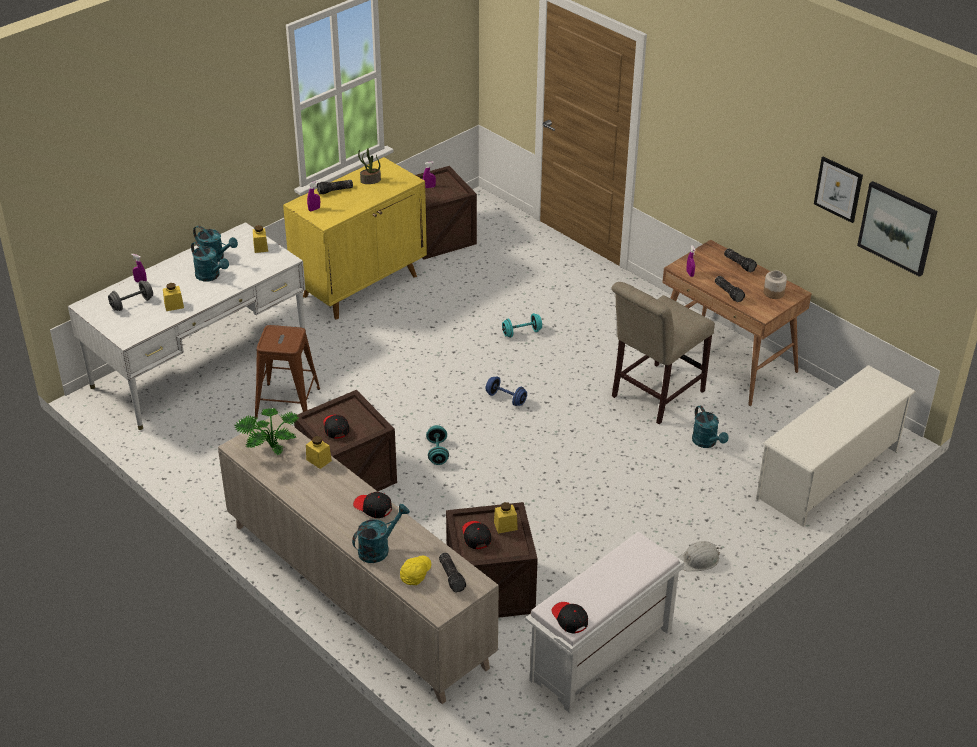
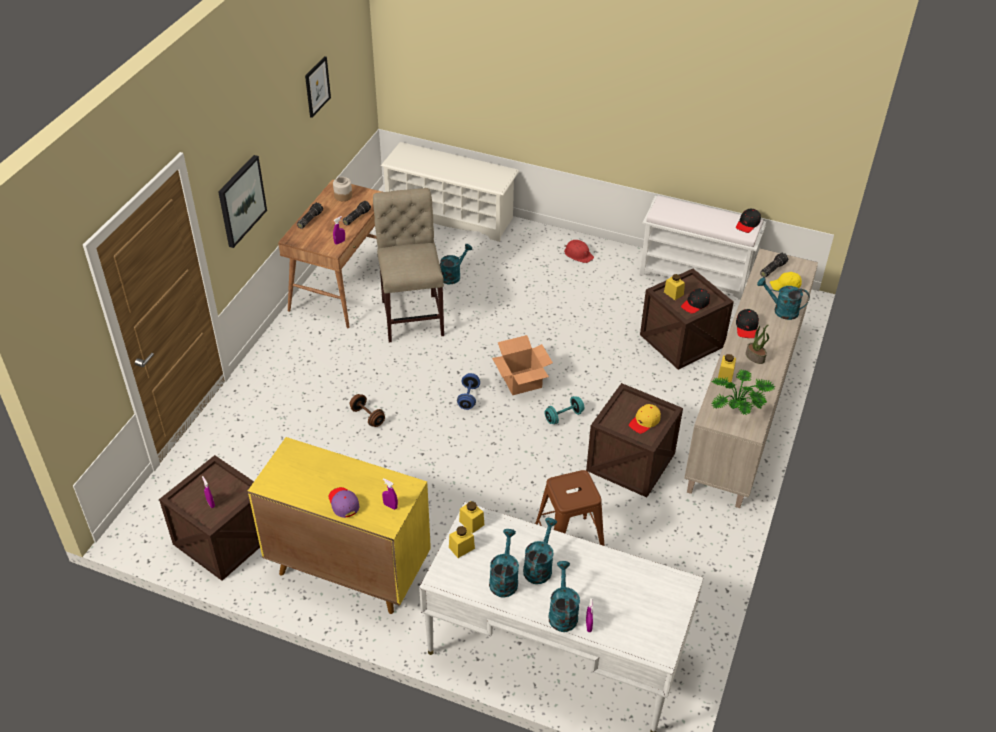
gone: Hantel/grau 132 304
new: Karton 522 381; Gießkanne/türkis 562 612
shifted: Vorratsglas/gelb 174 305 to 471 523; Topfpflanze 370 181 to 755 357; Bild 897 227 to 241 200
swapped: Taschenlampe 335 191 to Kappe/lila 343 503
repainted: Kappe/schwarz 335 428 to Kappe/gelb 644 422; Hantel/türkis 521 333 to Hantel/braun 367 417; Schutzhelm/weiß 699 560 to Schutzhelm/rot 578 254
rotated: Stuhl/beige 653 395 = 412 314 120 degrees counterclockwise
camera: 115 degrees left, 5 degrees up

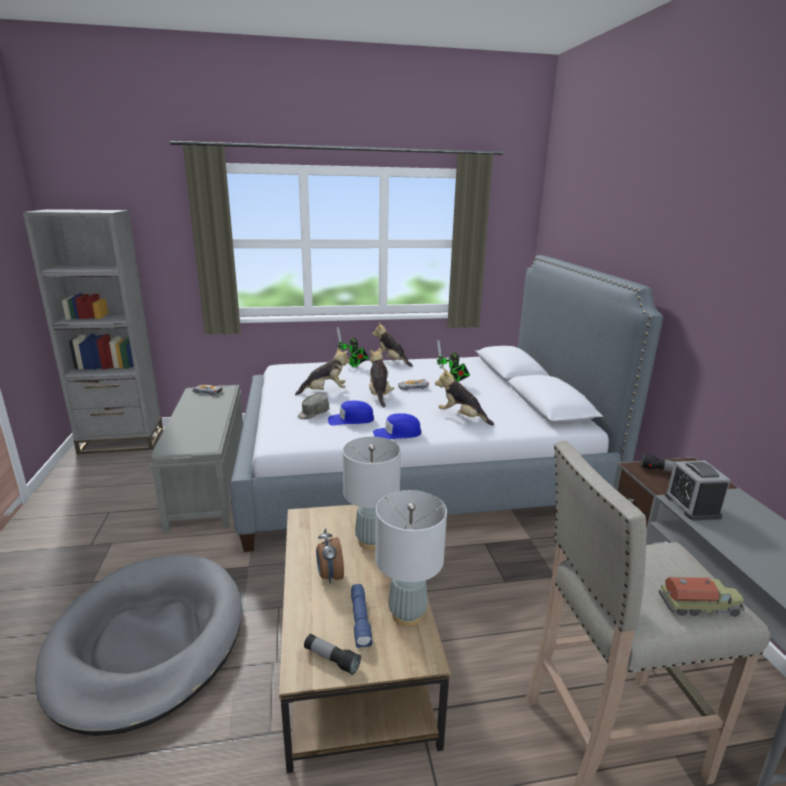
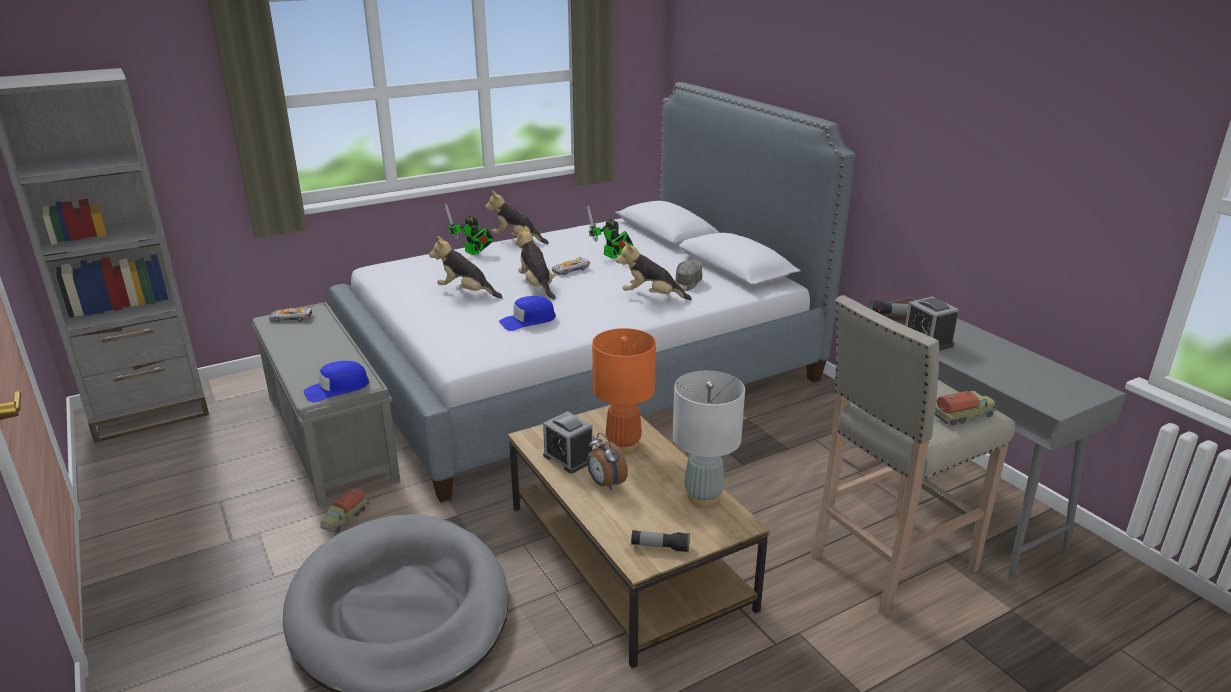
gone: Taschenlampe/blau 361 621
new: Spielzeuglaster 345 518; Wecker 568 458
shifted: Kappe/grau 313 413 to 687 283; Kappe/blau 397 434 to 337 388
repainted: Tischlampe/grau 371 541 to Tischlampe/orange 623 444
rotated: Plüschtier 325 392 = 466 292 120 degrees counterclockwise
camera: 20 degrees left, 5 degrees up

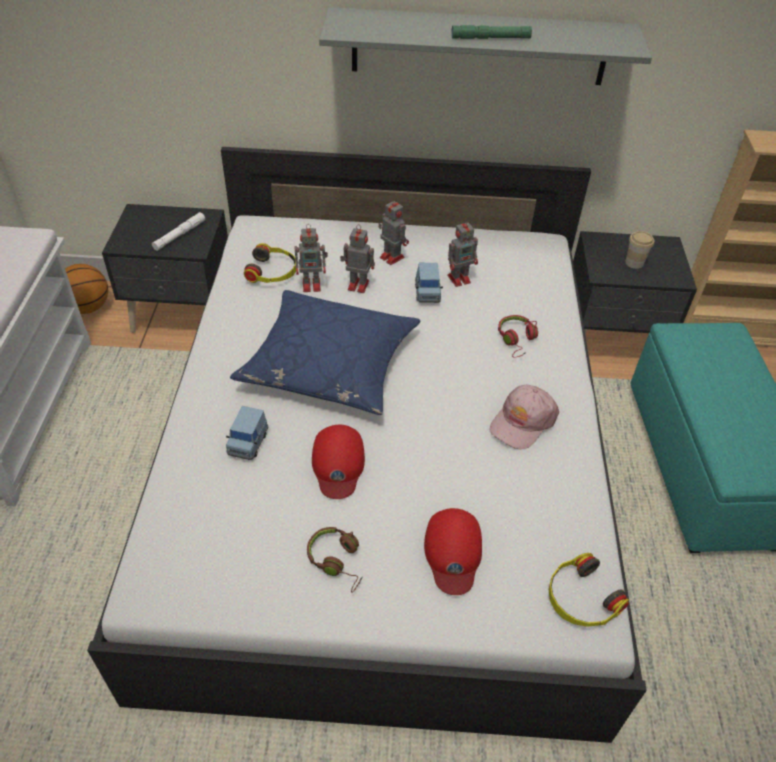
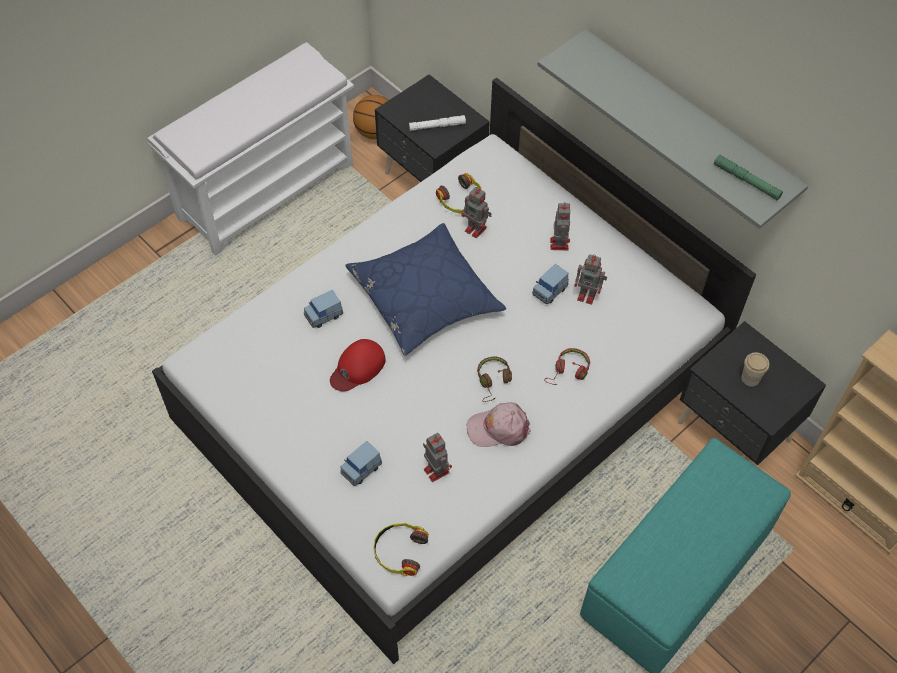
shifted: Kopfhörer/braun 338 561 to 493 381; Spielzeugroboter 357 285 to 435 470; Taschenlampe/grün 490 38 to 746 181
swapped: Kappe/rot 453 552 to Spielzeugauto/blau 361 469
camera: 45 degrees right, 10 degrees up

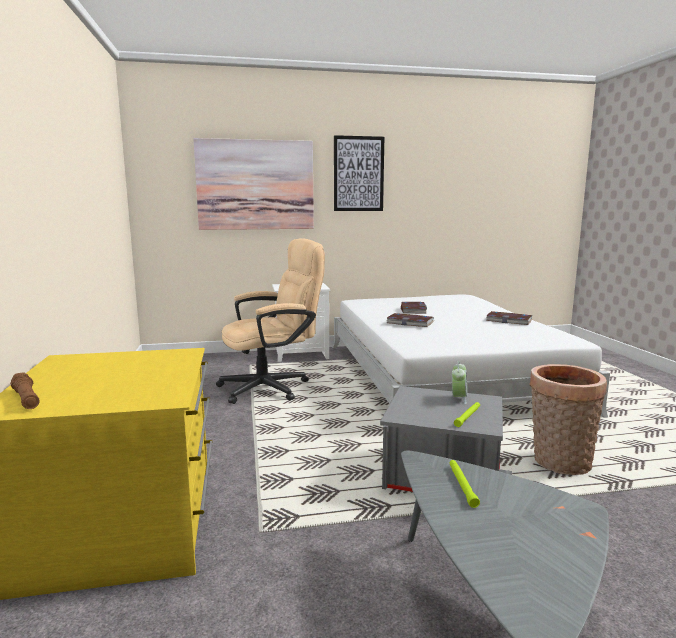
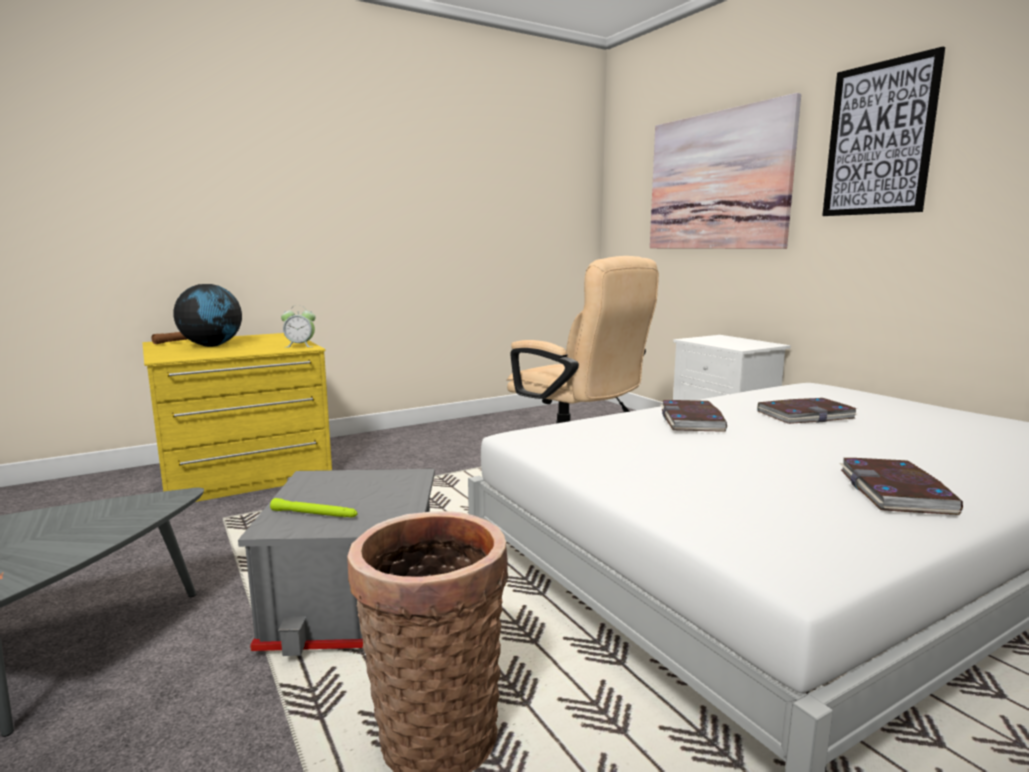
gone: Taschenlampe/grün 462 485
new: Globus 212 345
shifted: Wecker 458 398 to 300 346
camera: 70 degrees right, 0 degrees up

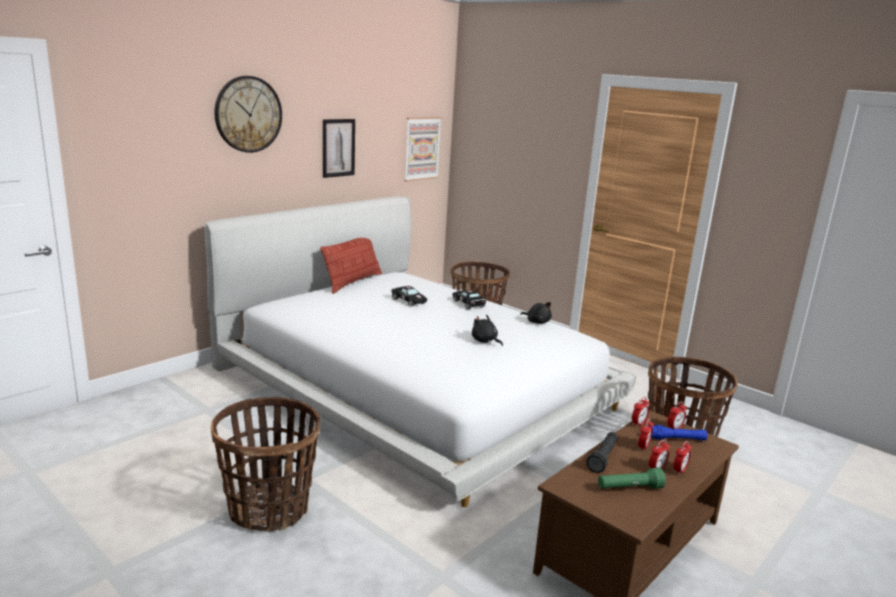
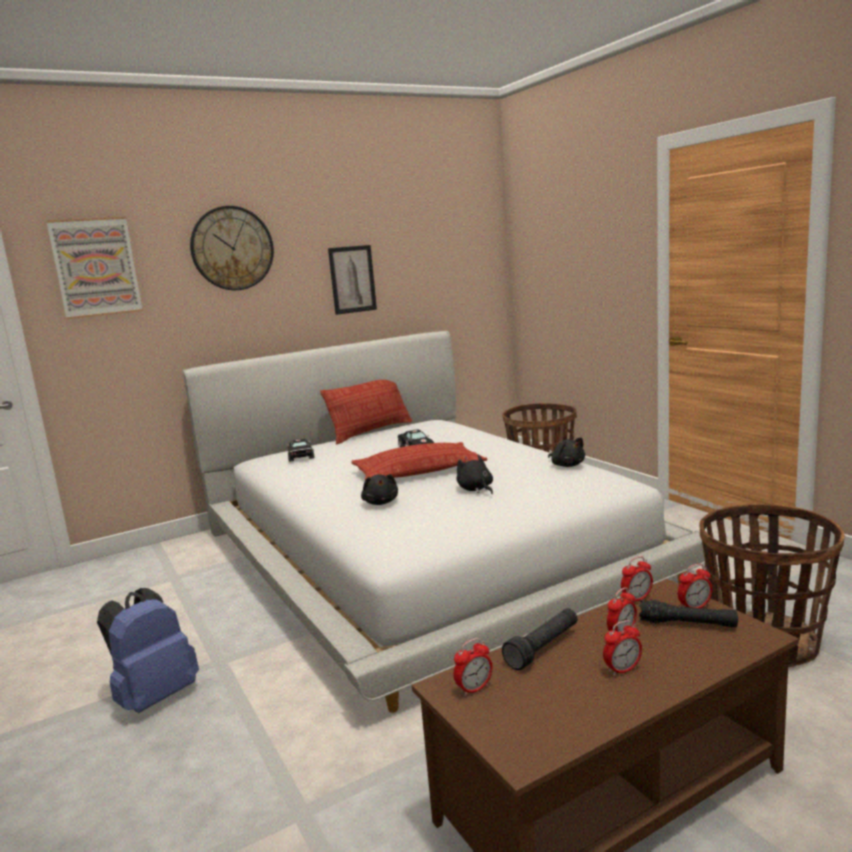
gone: Taschenlampe/grün 629 488
new: Kissen 418 471; Plüschtier/schwarz 381 502
shifted: Bild 422 148 to 96 267; Spielzeugauto/schwarz 469 304 to 300 456; Wecker 680 470 to 474 689
swapped: Korb 269 509 to Rucksack/blau 155 696
repainted: Taschenlampe/blau 676 439 to Taschenlampe/schwarz 687 624
camera: 20 degrees right, 5 degrees down

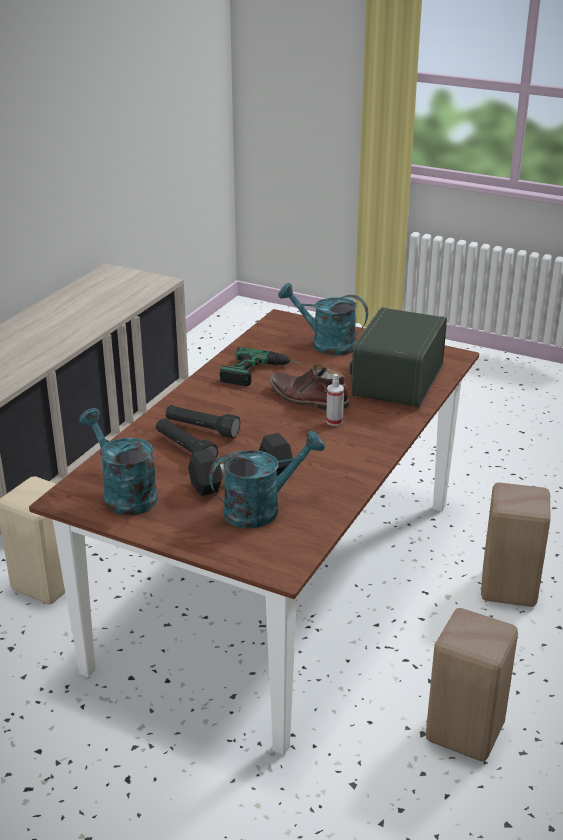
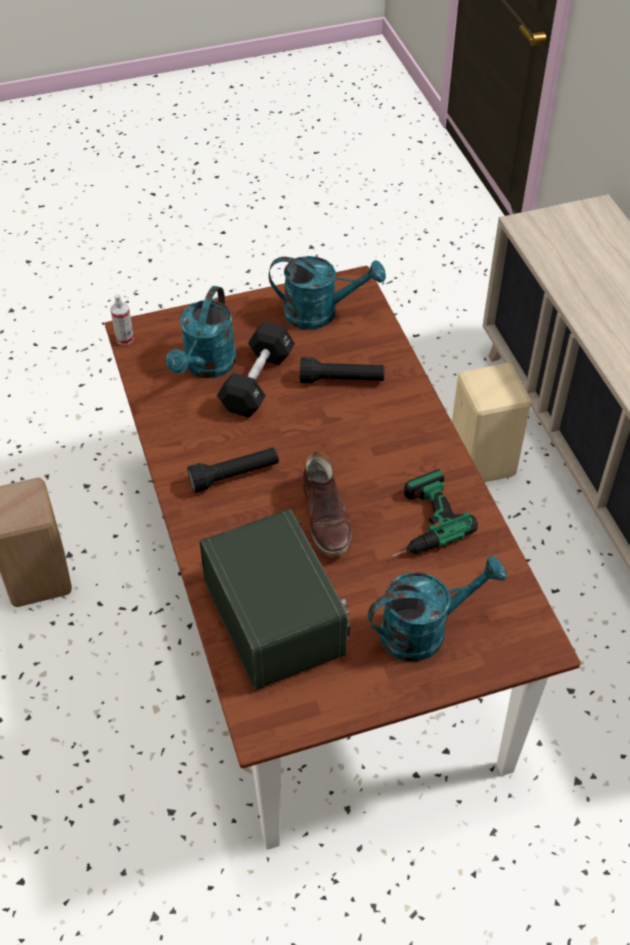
gone: Hocker/beige 510 589
shifted: Taschenlampe/schwarz 202 429 to 234 476; Sprühflasche 334 421 to 124 339
rotated: Stiefel/braun 307 399 = 327 517 90 degrees clockwise
camera: 135 degrees right, 20 degrees up

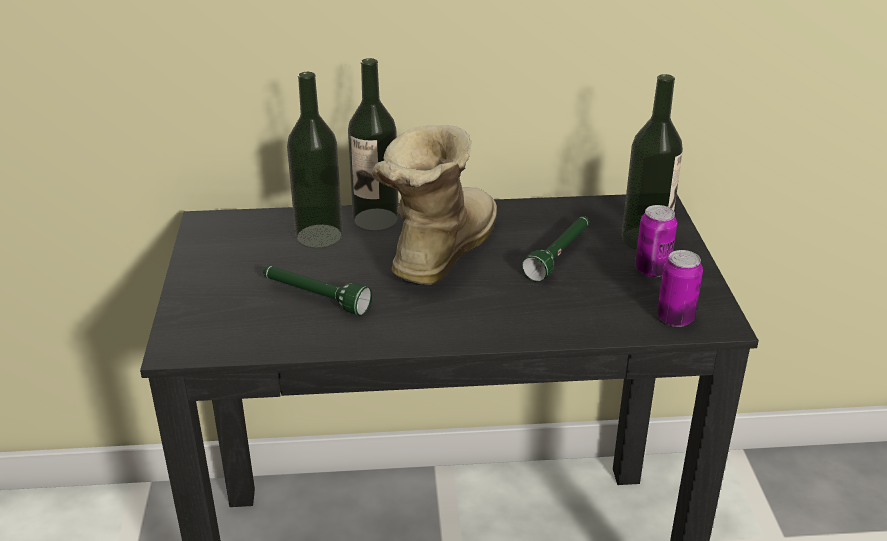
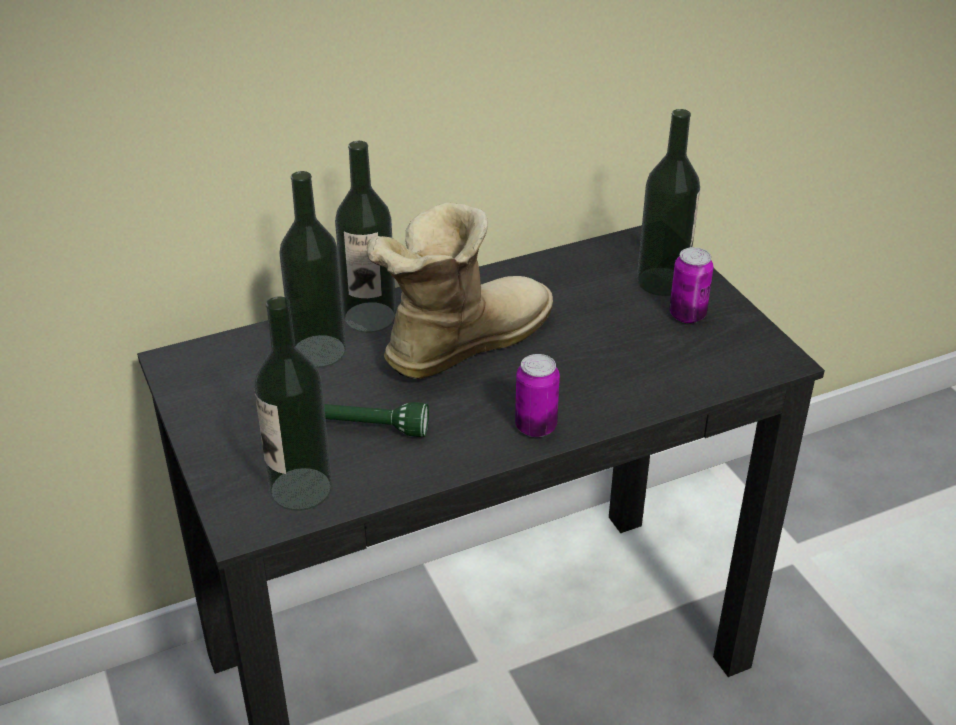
gone: Taschenlampe/grün 559 255
new: Flasche 301 489
shifted: Dose 675 318 to 535 427
rotated: Stiefel 436 252 = 459 342 45 degrees clockwise
camera: 20 degrees left, 5 degrees up

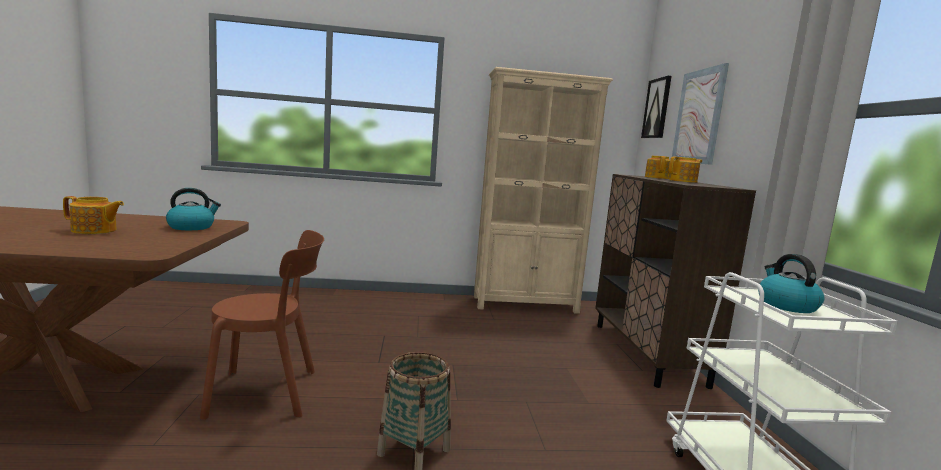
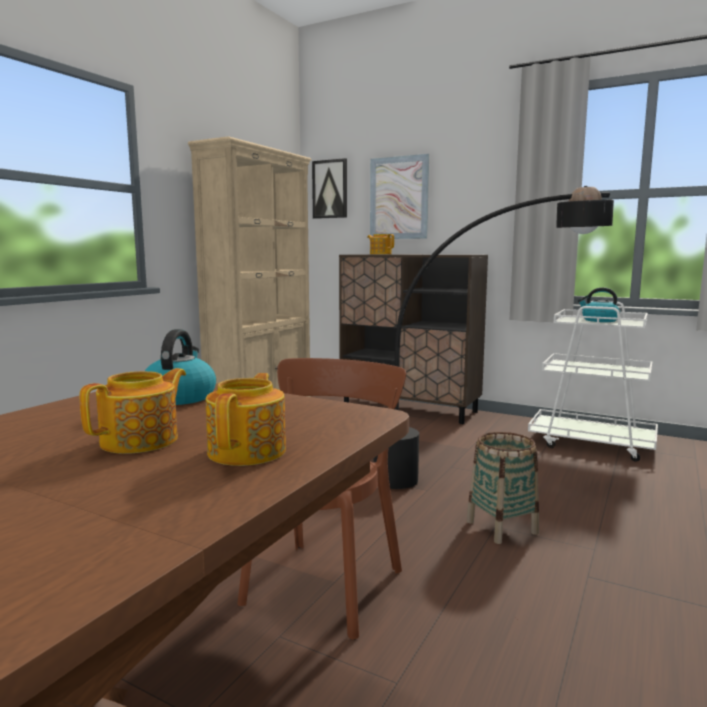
new: Stehlampe/schwarz 445 471
shifted: Teekanne 683 181 to 249 451
camera: 55 degrees left, 0 degrees up

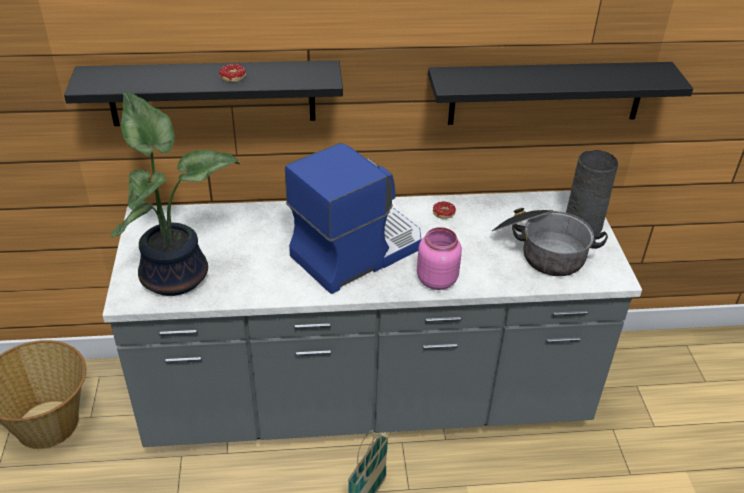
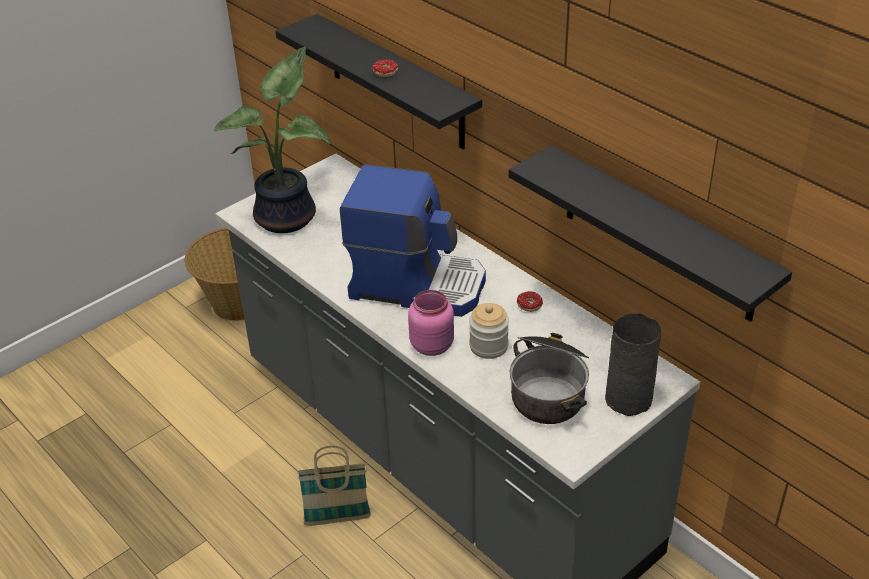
new: Vorratsglas 488 346
camera: 55 degrees right, 0 degrees up

